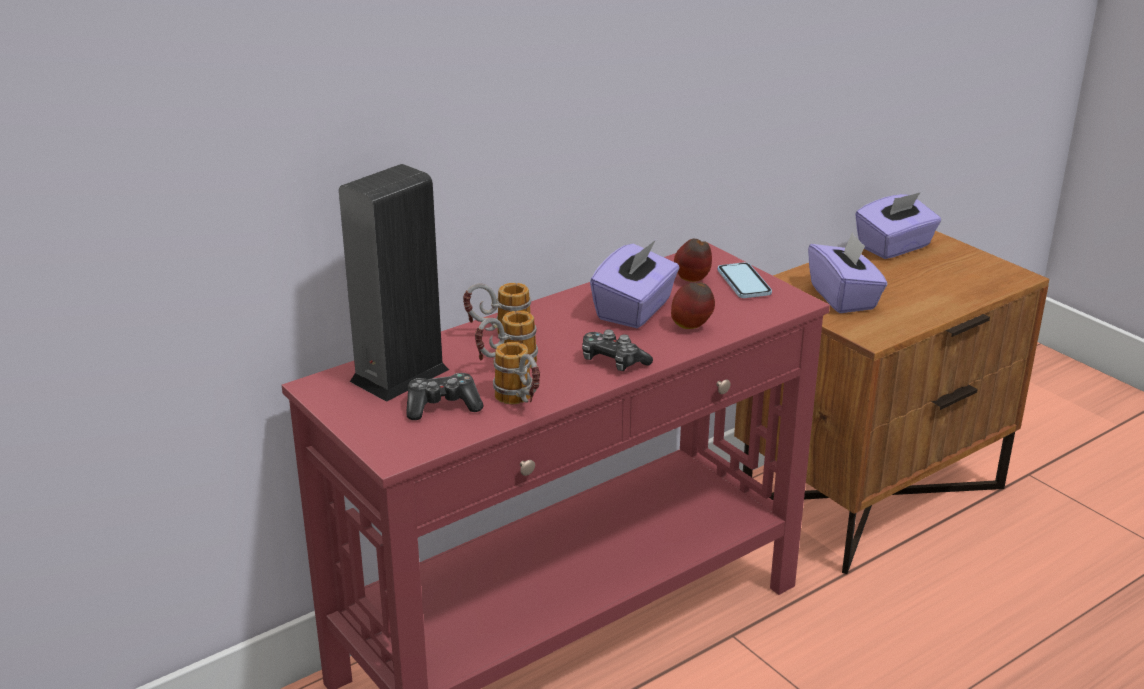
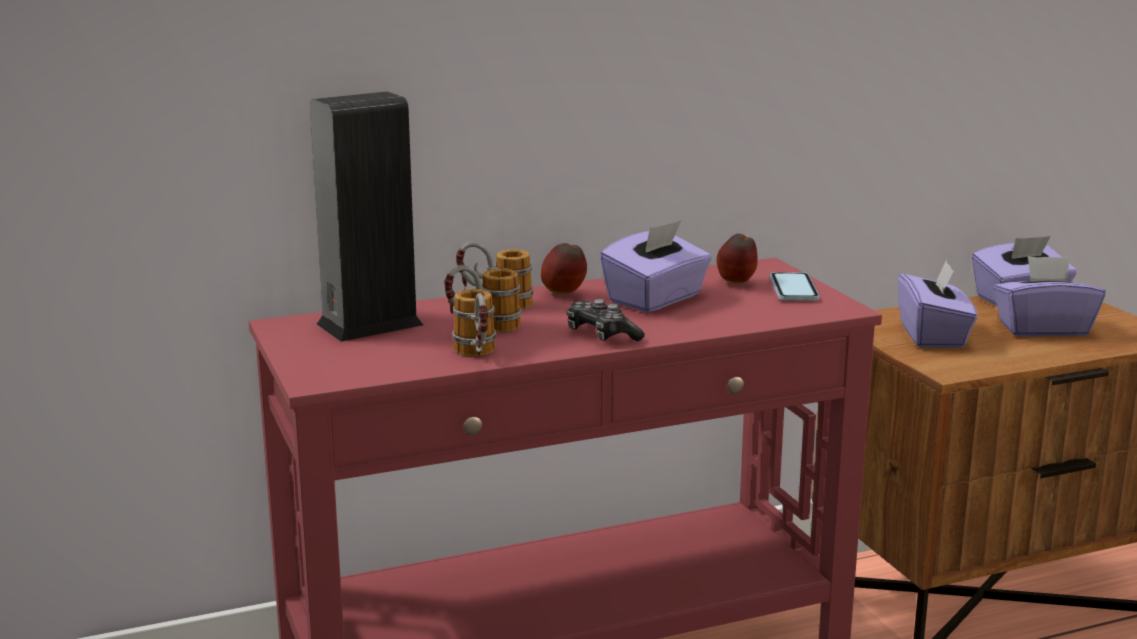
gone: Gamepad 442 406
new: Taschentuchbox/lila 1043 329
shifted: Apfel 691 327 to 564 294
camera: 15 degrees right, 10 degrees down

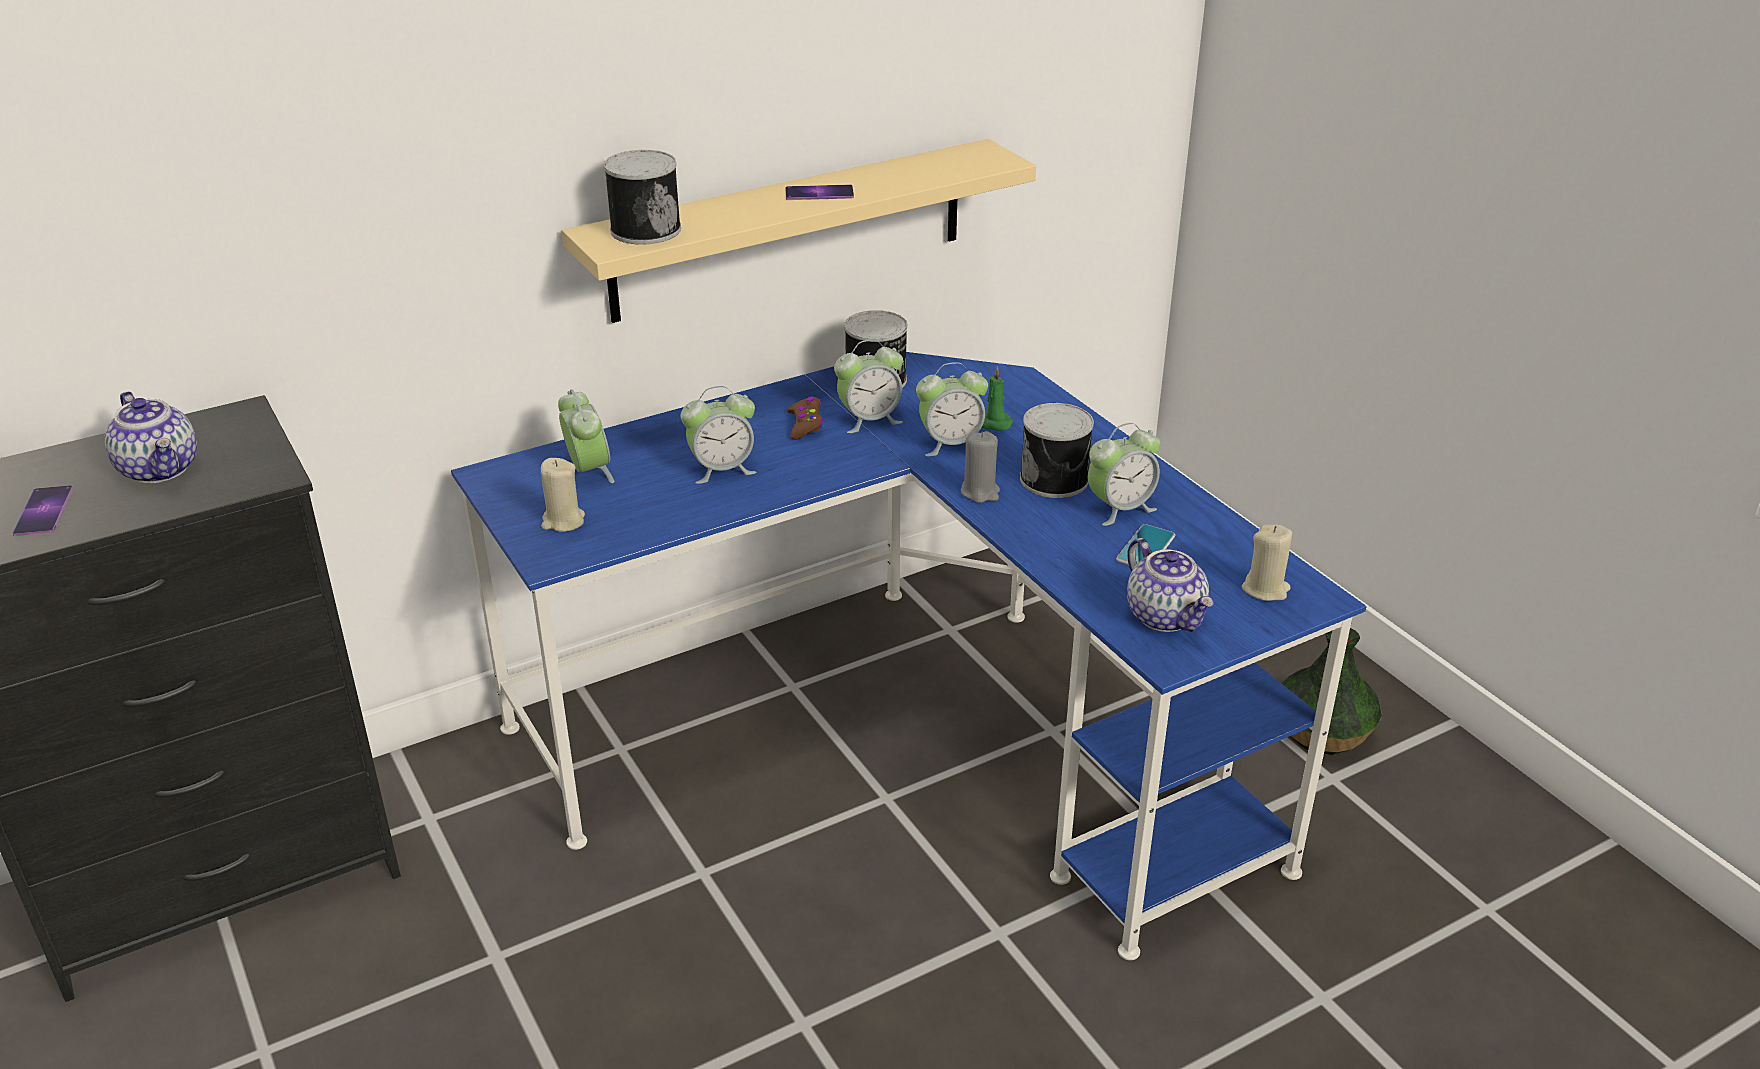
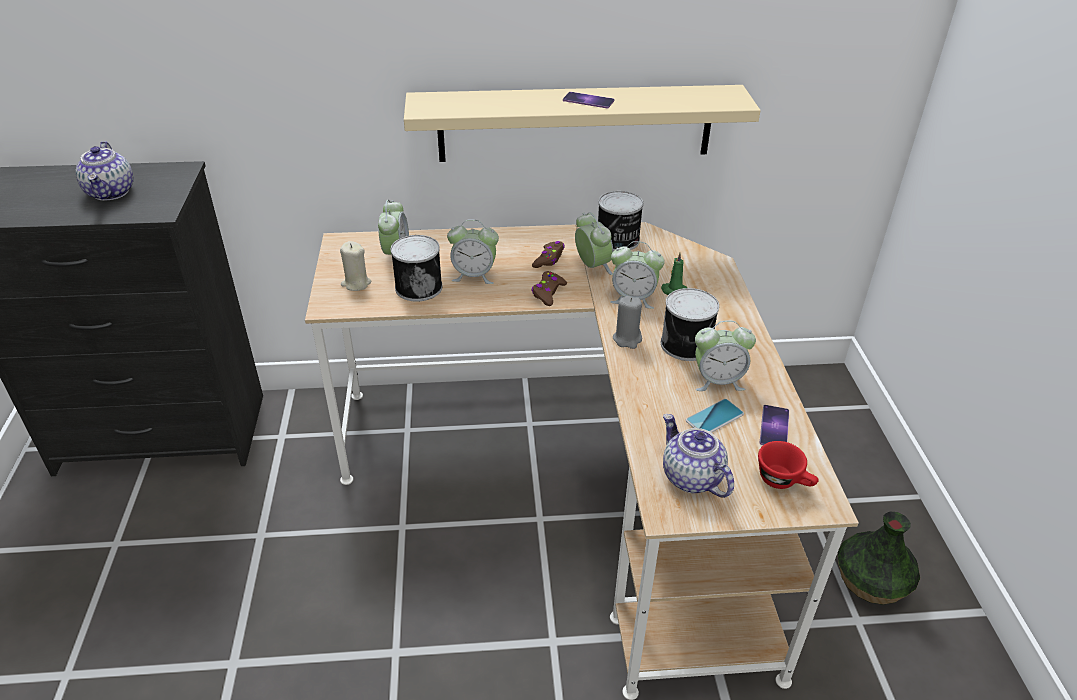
new: Gamepad/braun 548 293
shifted: Handy 43 511 to 774 427; Dose 645 229 to 419 287
swapped: Kerze/beige 1265 589 to Tasse/rot 784 481
repainted: Schreibtisch/blau 903 736 to Schreibtisch/beige 576 480
rotated: Wecker 869 420 = 592 267 120 degrees counterclockwise; Teekanne 1166 616 = 690 477 150 degrees clockwise
camera: 25 degrees right, 5 degrees up

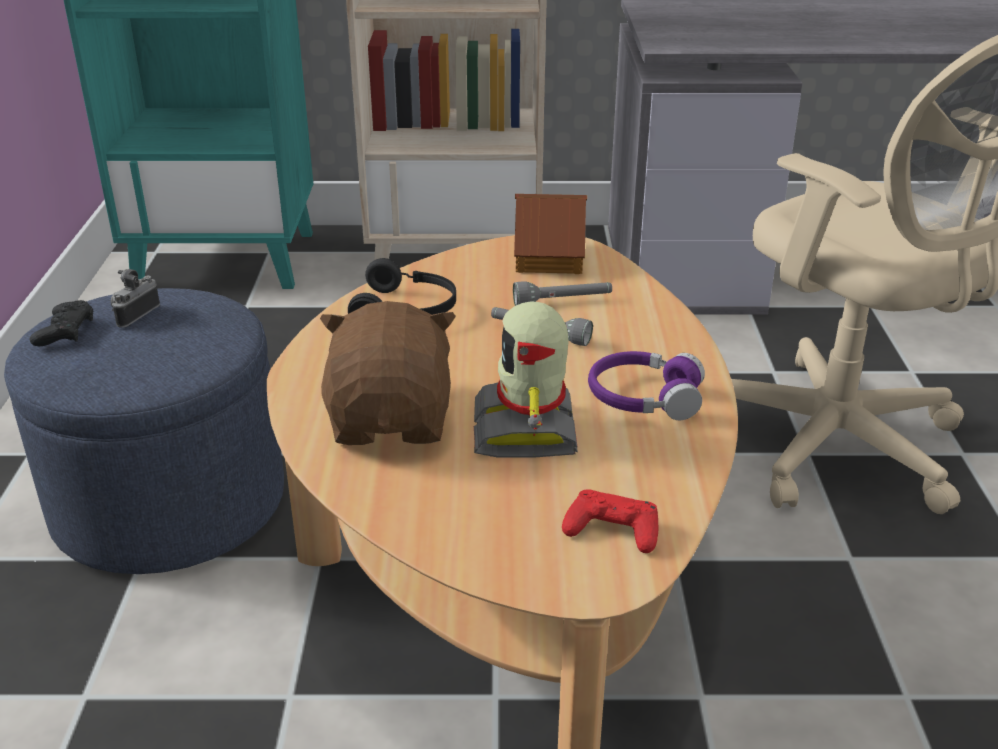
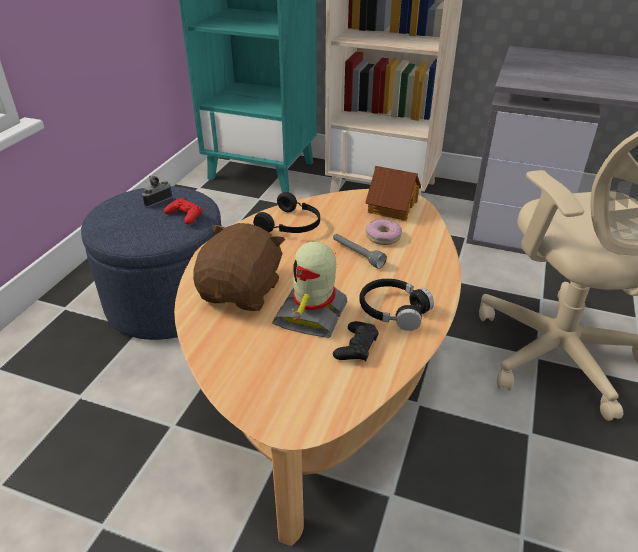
shifted: Gamepad/schwarz 65 331 to 356 347; Gamepad/rot 612 530 to 185 215
swapped: Taschenlampe/grau 562 302 to Donut 383 237
repainted: Kopfhörer/lila 644 398 to Kopfhörer/schwarz 393 310
camera: 20 degrees right, 5 degrees up

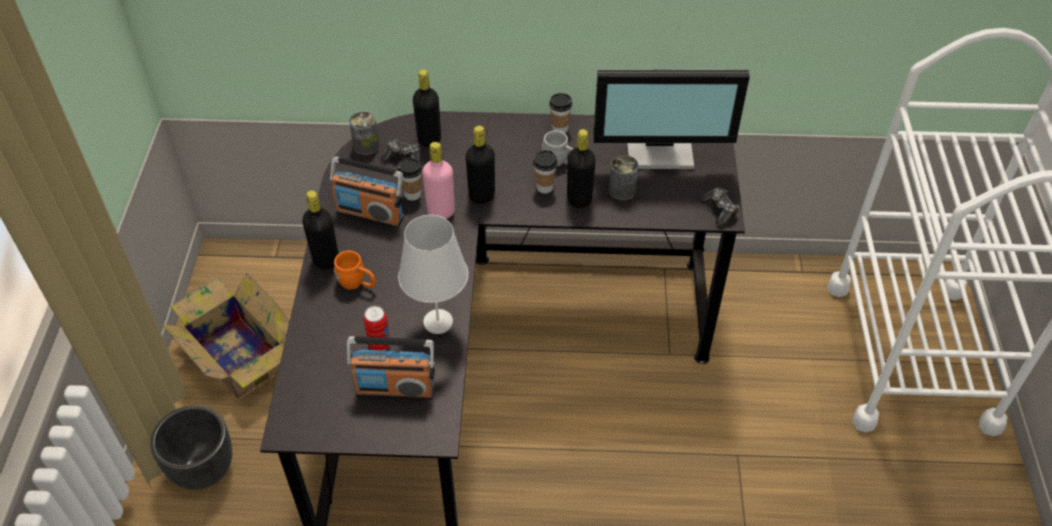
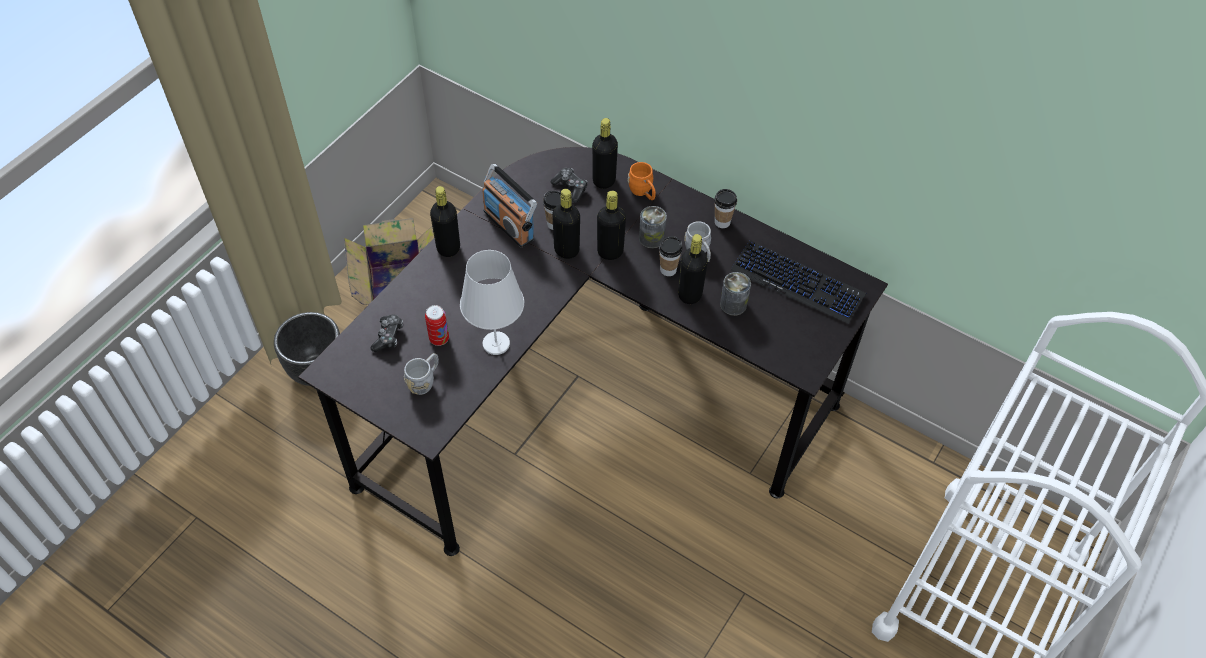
shifted: Henkelbecher/orange 357 283 to 643 192; Dose 366 146 to 651 238; Gamepad 719 210 to 388 336
swapped: Radio 395 389 to Henkelbecher/grau 425 381; Monitor 660 149 to Tastatur 797 283
repainted: Flasche/rosa 441 211 to Flasche/schwarz 566 250
camera: 30 degrees right, 5 degrees up

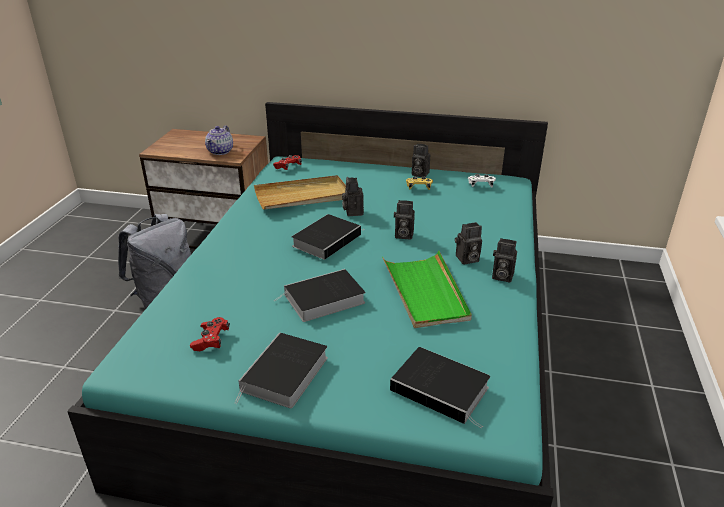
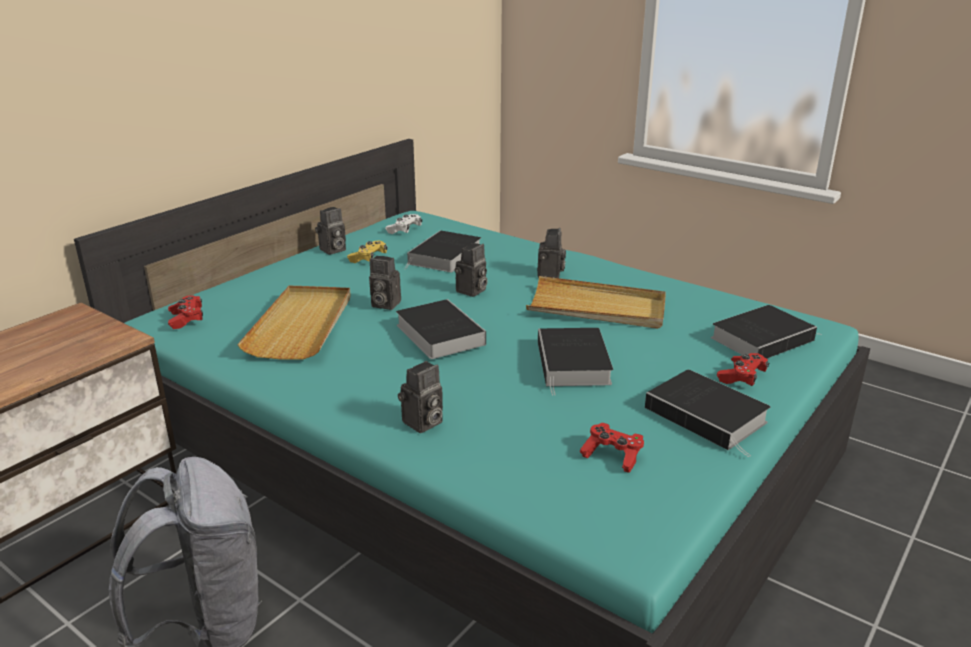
gone: Teekanne 220 151
new: Buch 445 257; Gamepad/rot 741 377
shifted: Kamera 501 276 to 422 423
repainted: Tablett/grün 425 292 to Tablett/beige 597 308
camera: 65 degrees left, 5 degrees down

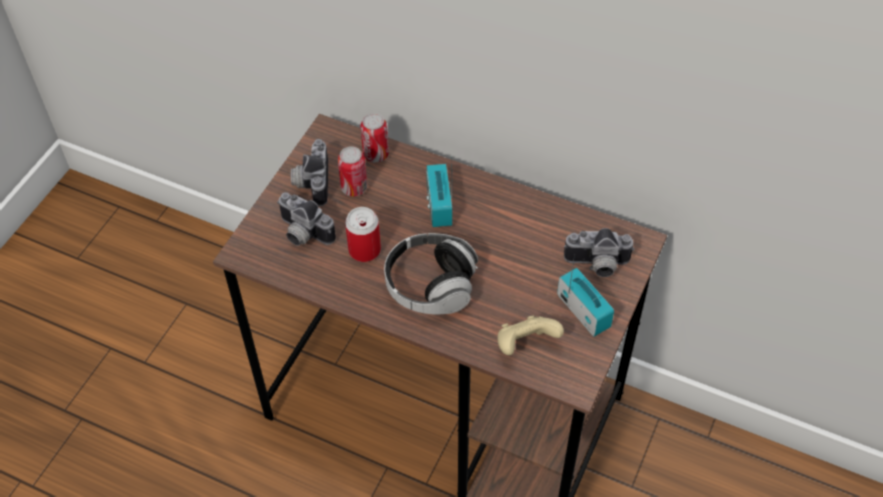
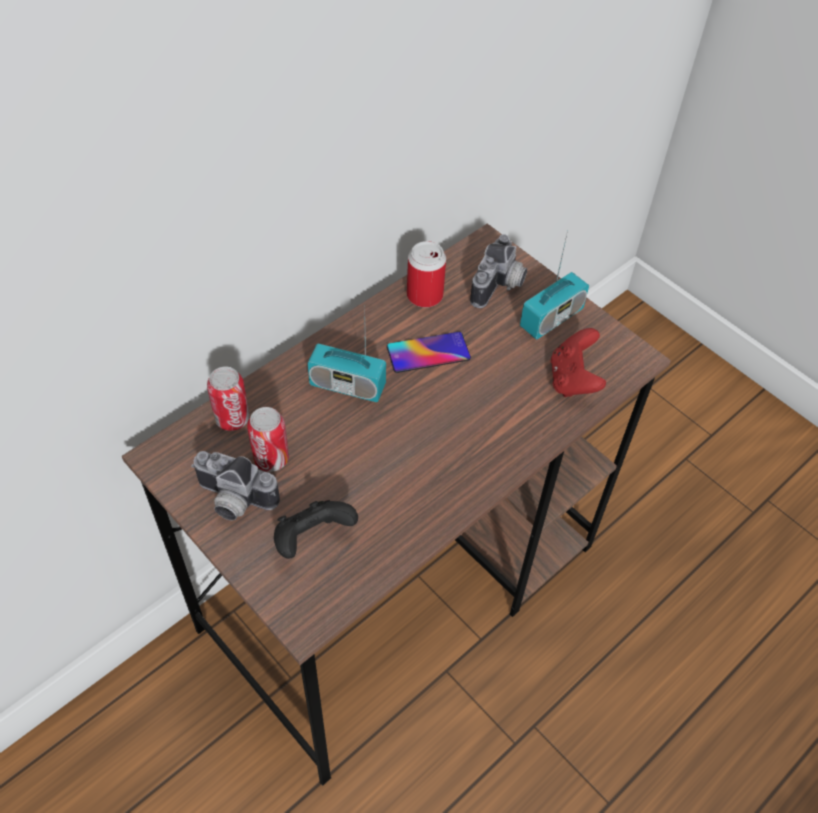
gone: Kopfhörer 430 286
new: Handy 428 353
shifted: Dose 364 250 to 424 295
swapped: Kamera 302 234 to Gamepad/schwarz 312 538
repainted: Gamepad/beige 525 344 to Gamepad/rot 573 379
rotated: Radio 583 311 = 551 318 150 degrees clockwise
camera: 70 degrees left, 0 degrees up

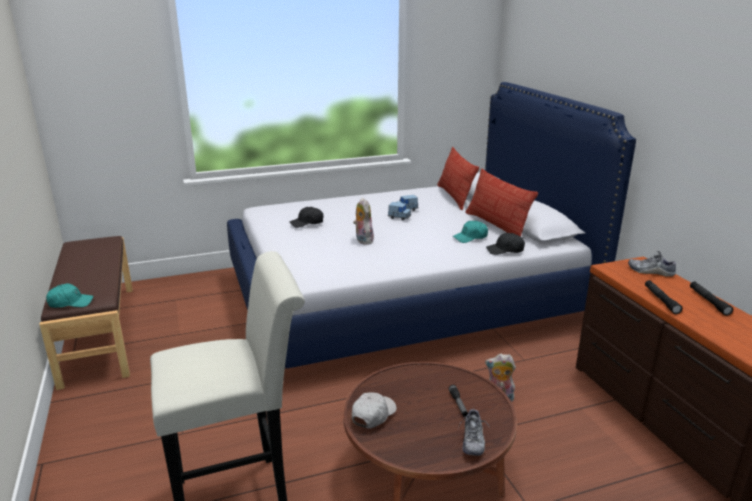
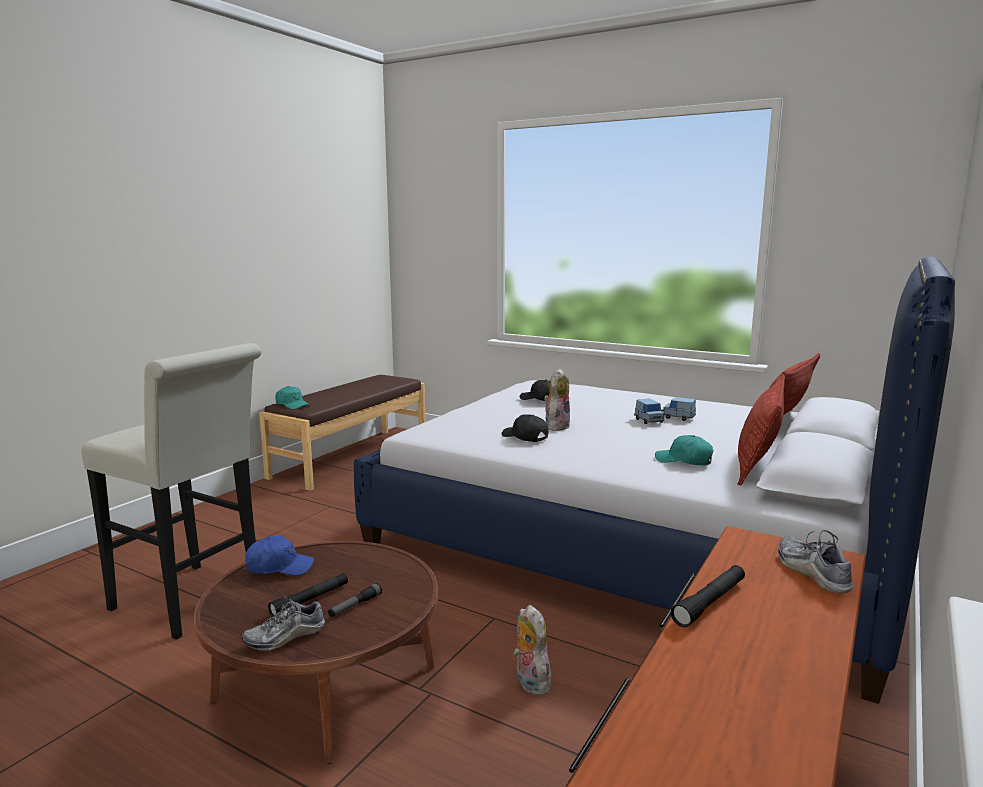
shifted: Kappe/schwarz 505 250 to 525 437; Taschenlampe/schwarz 708 301 to 310 600
repainted: Kappe/weiß 373 415 to Kappe/blau 279 567
camera: 50 degrees right, 10 degrees down

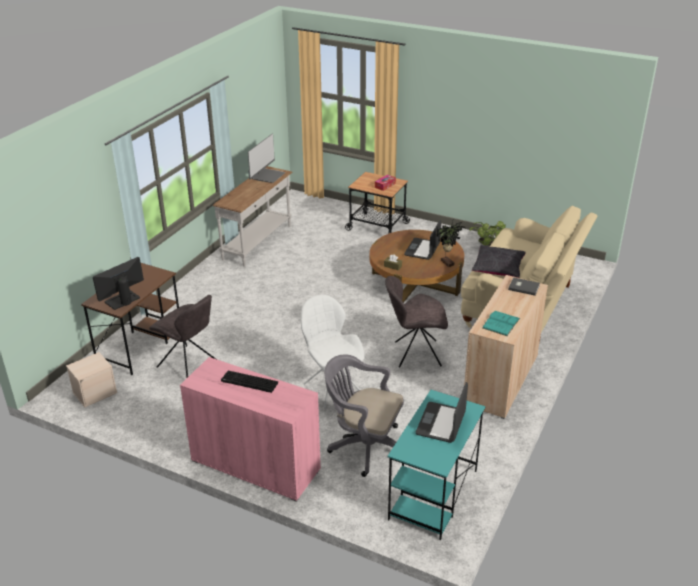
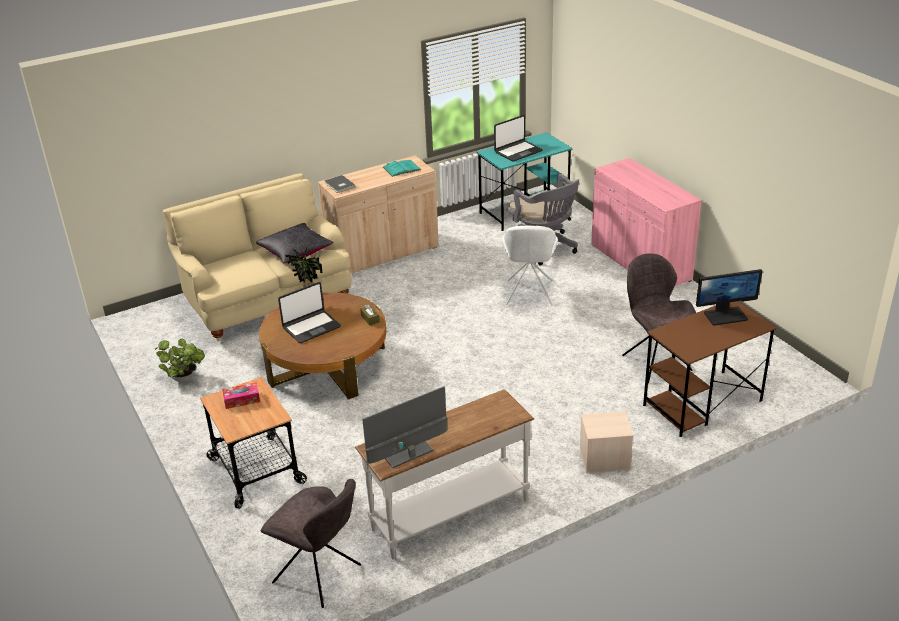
gone: Tastatur 248 382
shifted: Aufbewahrungsbox/beige 95 392 to 604 459; Stuhl/grau 415 354 to 319 575
camera: 145 degrees left, 0 degrees up

